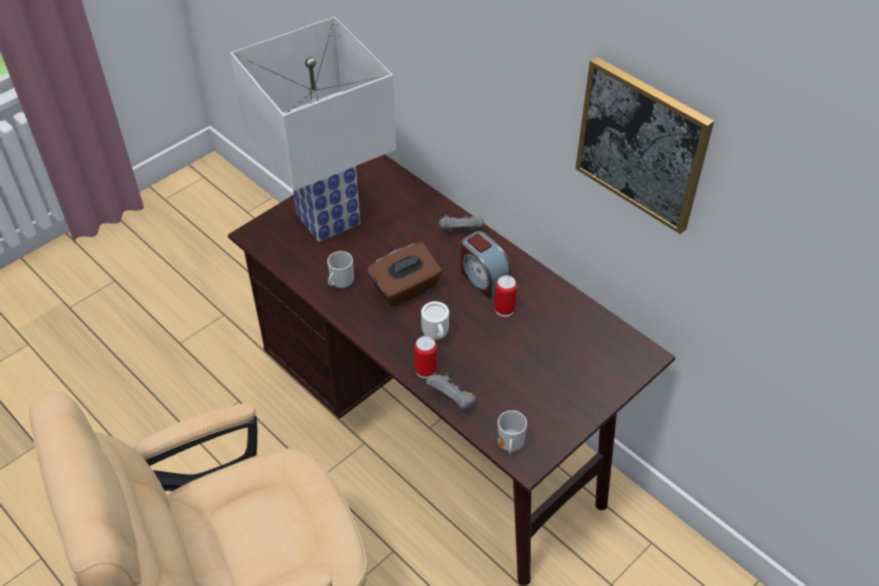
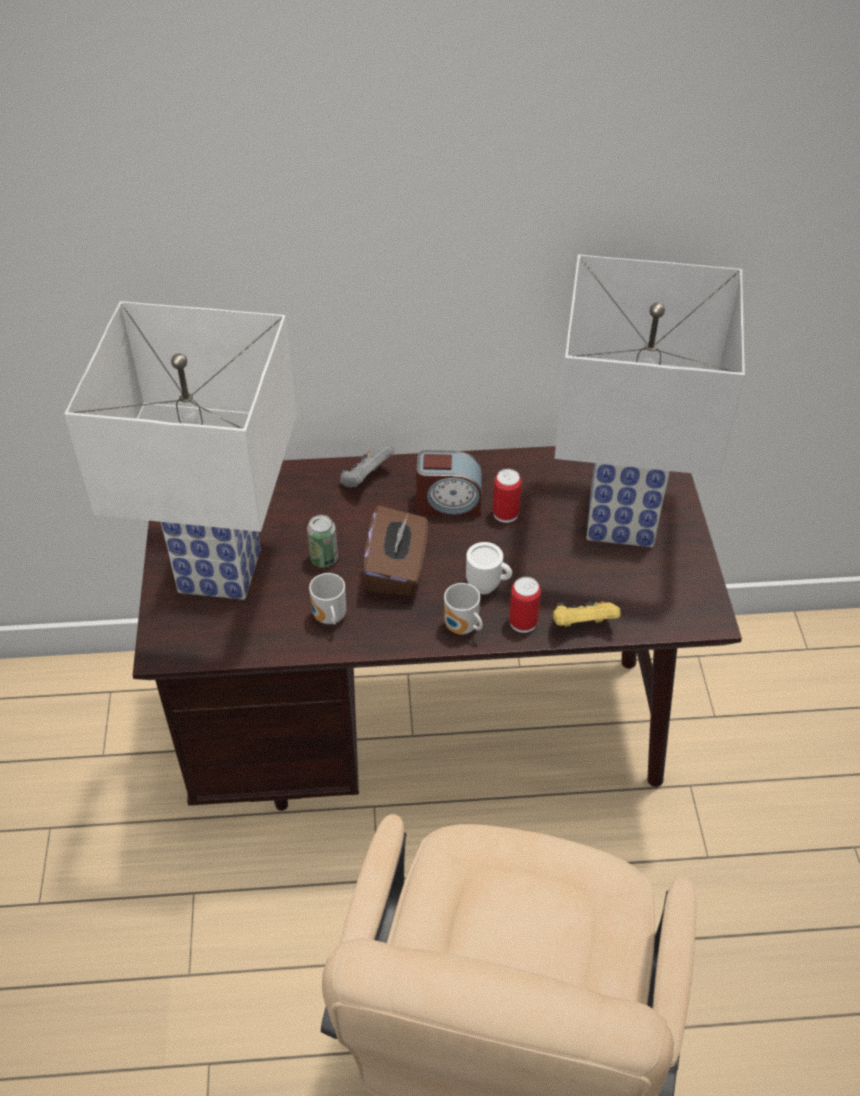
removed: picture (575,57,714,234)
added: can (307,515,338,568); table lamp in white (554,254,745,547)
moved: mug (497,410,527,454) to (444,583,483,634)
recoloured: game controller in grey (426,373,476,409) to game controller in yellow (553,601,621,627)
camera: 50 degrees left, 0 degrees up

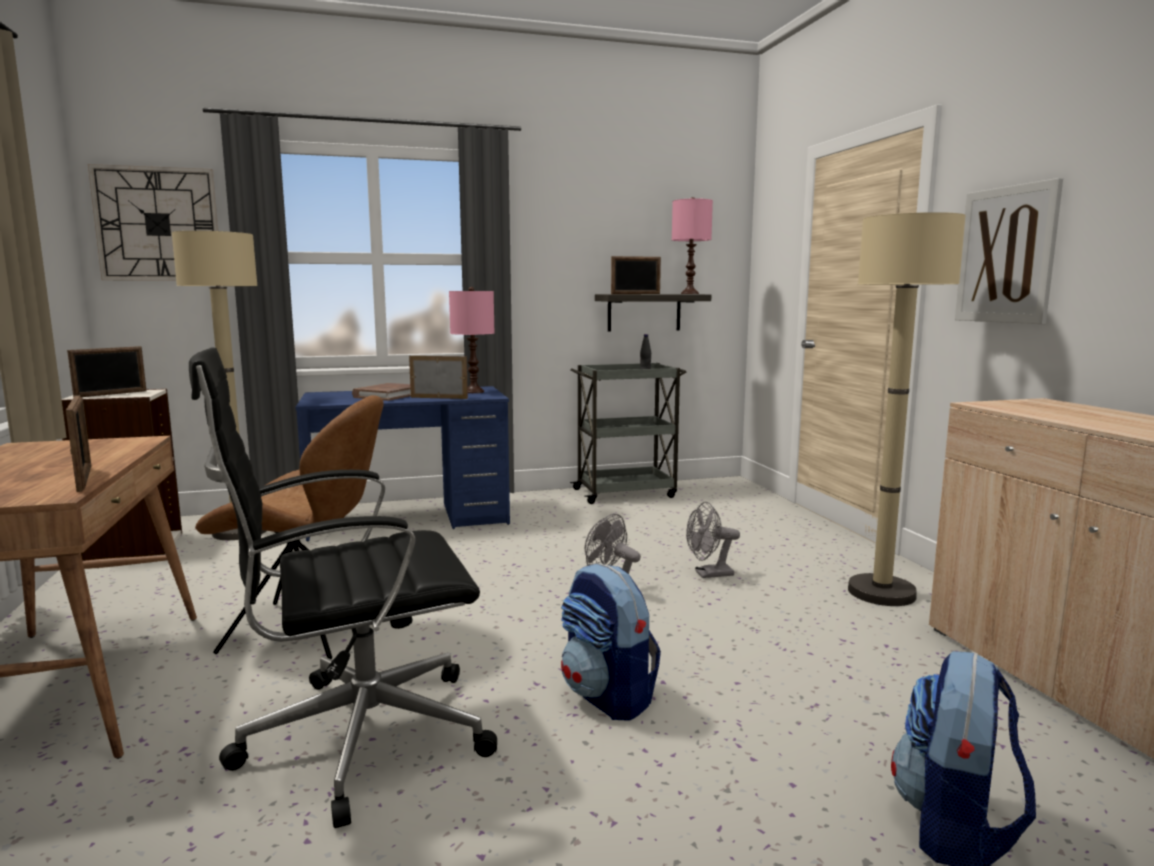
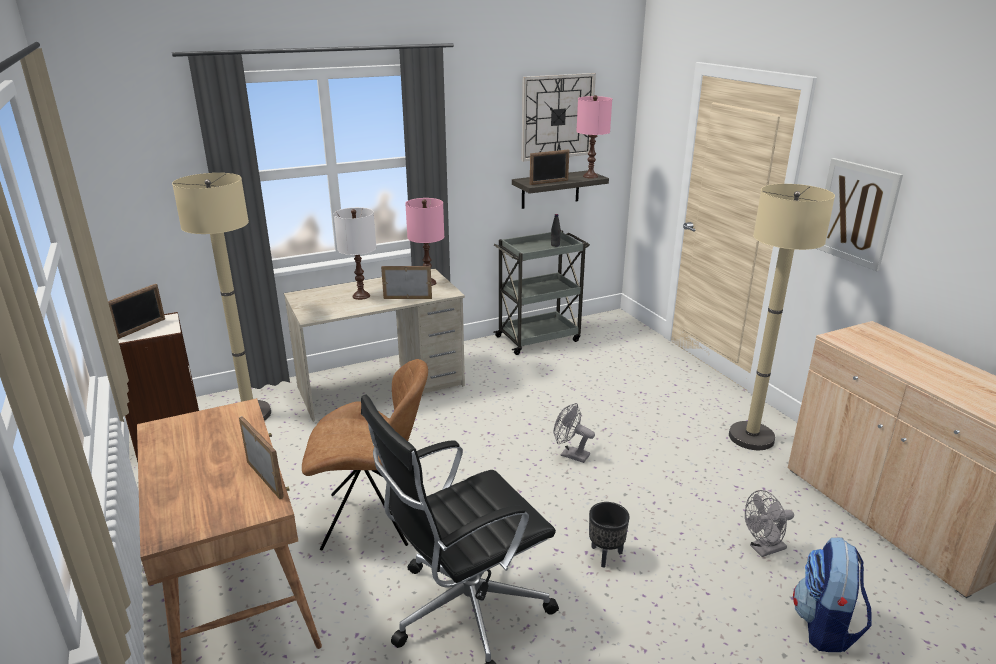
moved: wall clock (88,164,219,281) to (521,73,596,161); fan in grey (686,502,740,578) to (745,490,794,557)
replaced: book in brown (352,383,411,401) to table lamp in white (334,207,376,300); backpack (561,563,661,721) to planter in black (589,502,630,568)
recoloured: desk in blue (295,386,510,541) to desk in beige (284,269,465,422)
camera: 10 degrees left, 15 degrees up

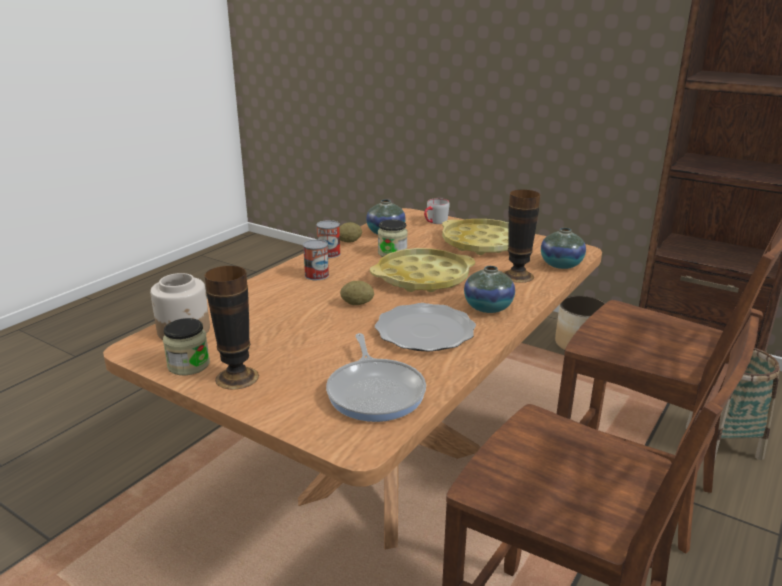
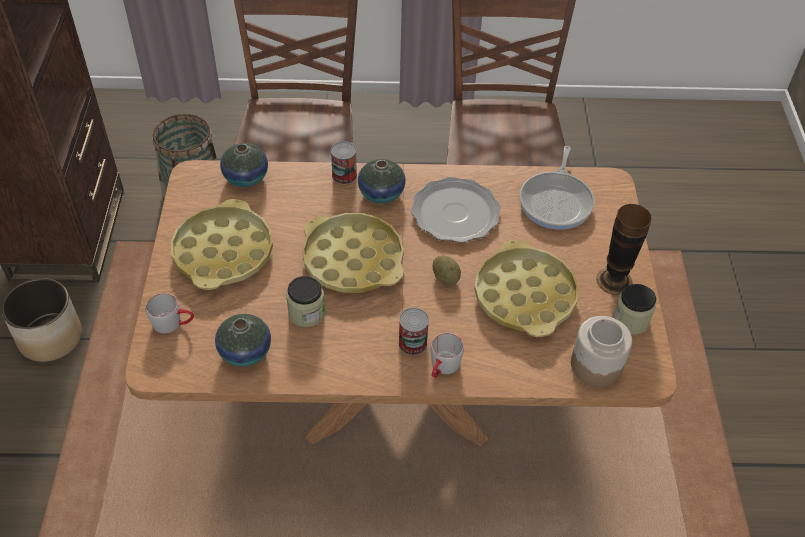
removed: potato (339,222,362,243); vase (503,189,540,283)
added: mug in grey (430,333,464,378); tray in yellow (474,240,579,337)
moved: can (316,220,341,258) to (331,141,357,185)
turned: frying pan (326,333,426,422) = (519,146,594,230) 150 degrees clockwise
camera: 125 degrees left, 25 degrees up

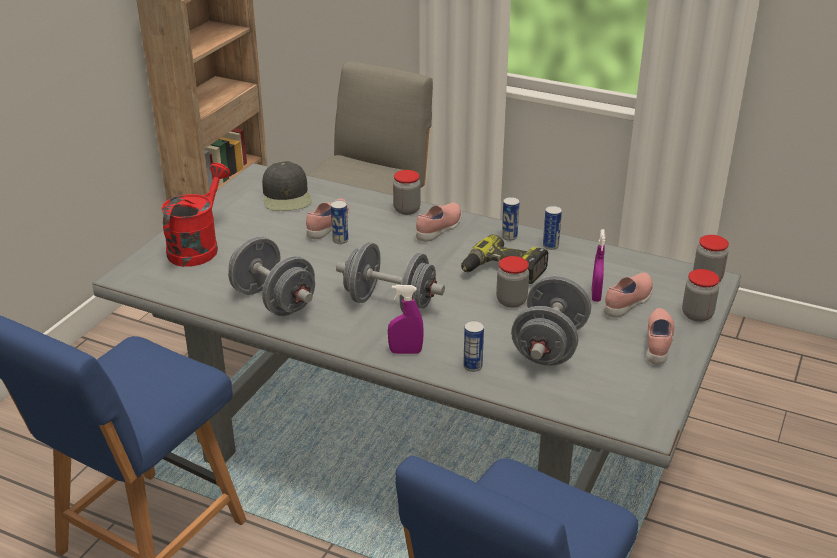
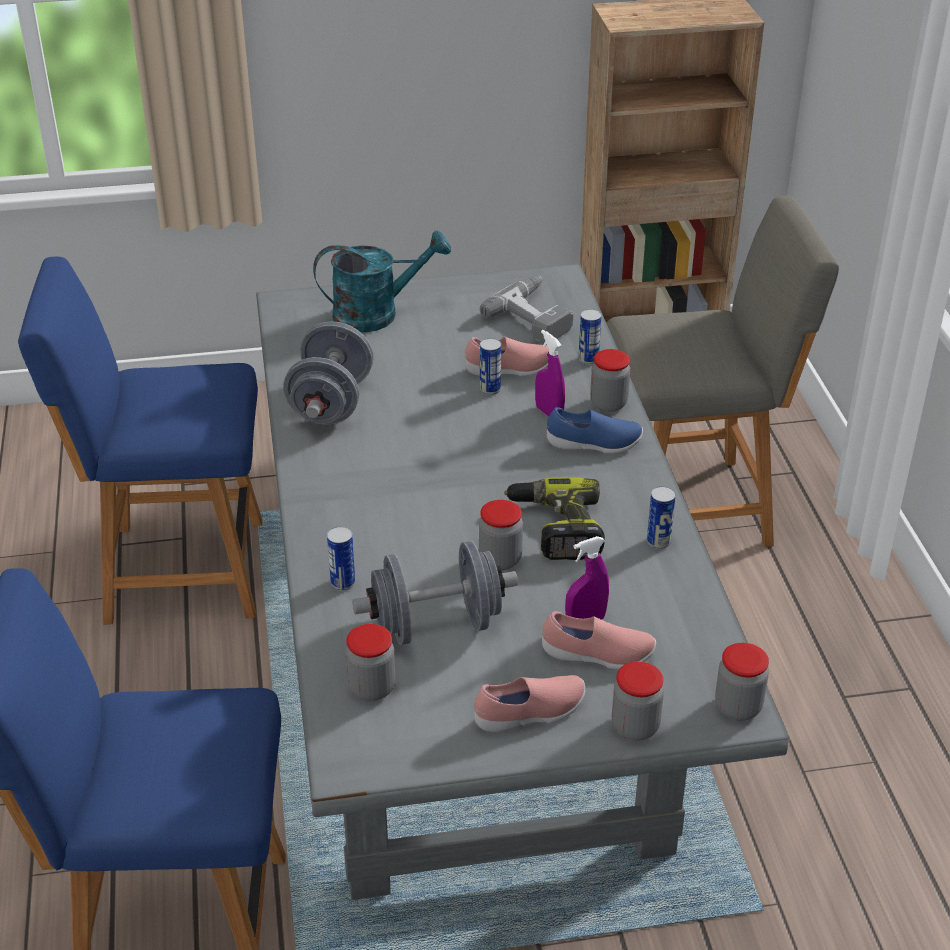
removed: dumbbell in grey (336,242,445,313)
added: jar (346,624,395,701)
moved: spray bottle in purple (388,285,424,354) to (535,330,565,417); can (502,197,520,241) to (579,309,602,365)
replaced: cap in black (262,161,312,211) to power drill (480,276,574,344)
recoloured: watering can in red (161,163,230,267) to watering can in turquoise (313,230,451,333); shoe in pink (416,202,462,242) to shoe in blue (547,407,643,453)
camera: 55 degrees right, 5 degrees up

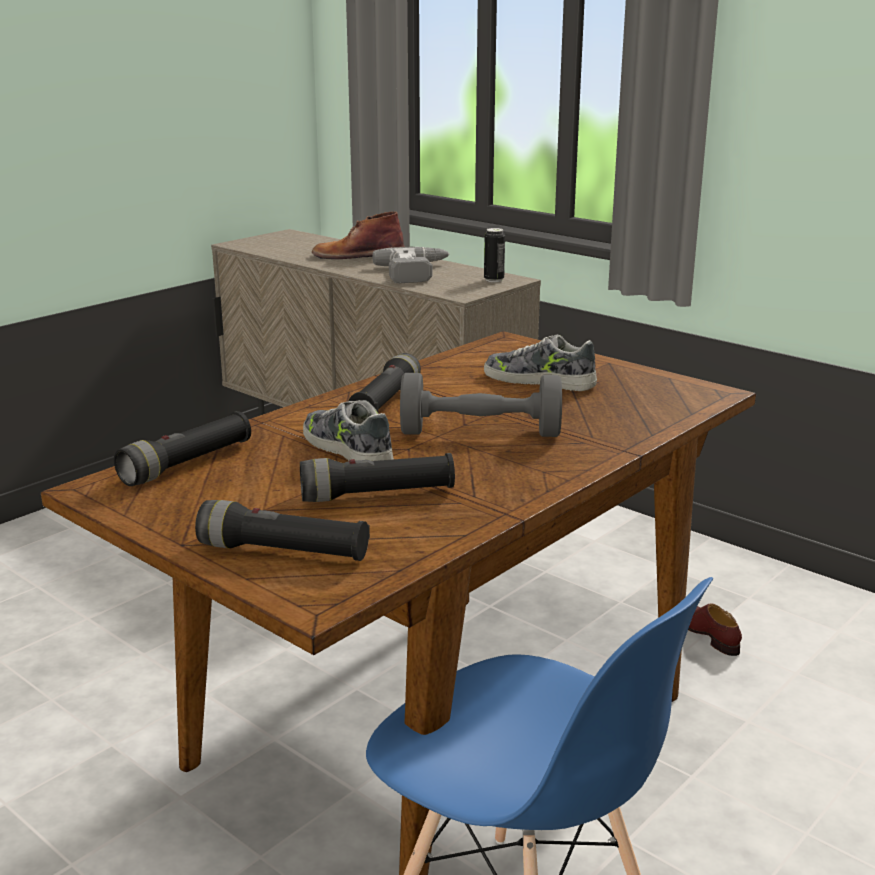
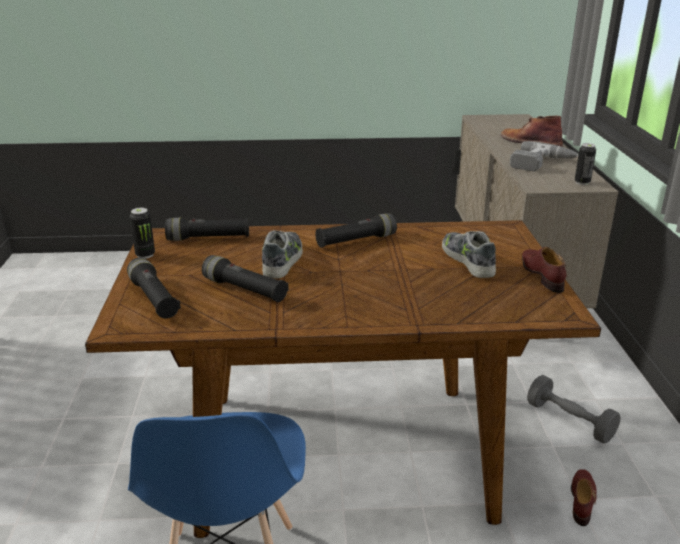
added: can (130,208,155,259); shoe in brown (522,247,566,293)
moved: dumbbell in grey (400,373,562,437) to (527,375,621,444)
camera: 45 degrees right, 5 degrees up

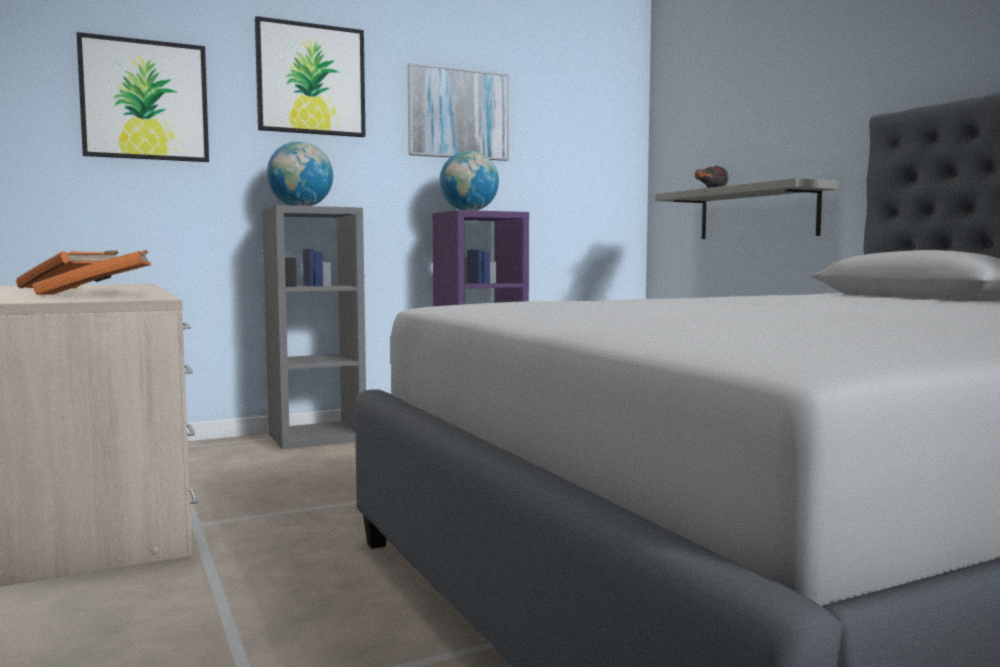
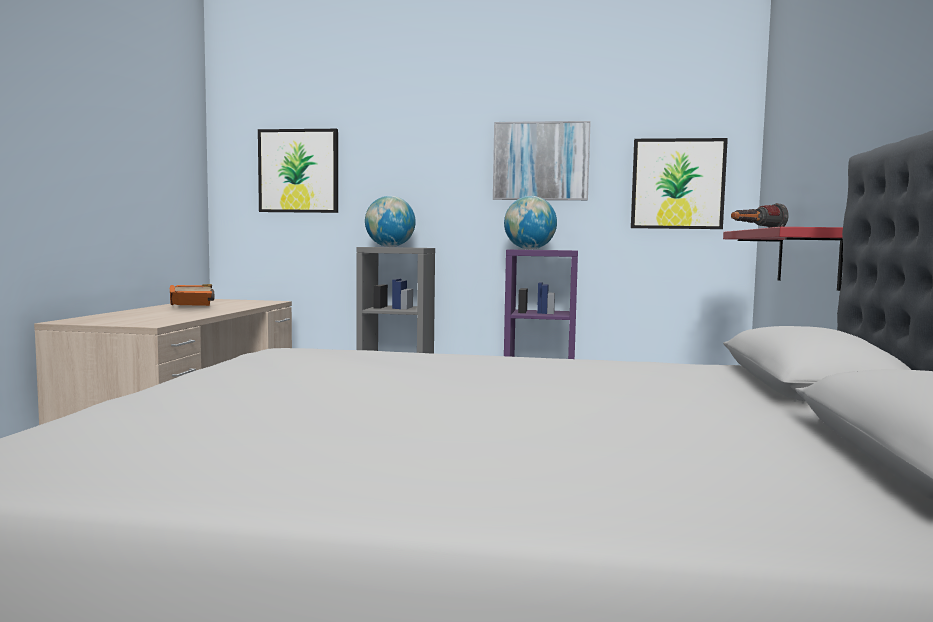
removed: book in orange (32,250,151,295)
moved: picture (255,16,365,137) to (631,138,728,229)
recoloured: shelf in grey (655,178,839,239) to shelf in red (723,227,843,291)
camera: 35 degrees right, 0 degrees up

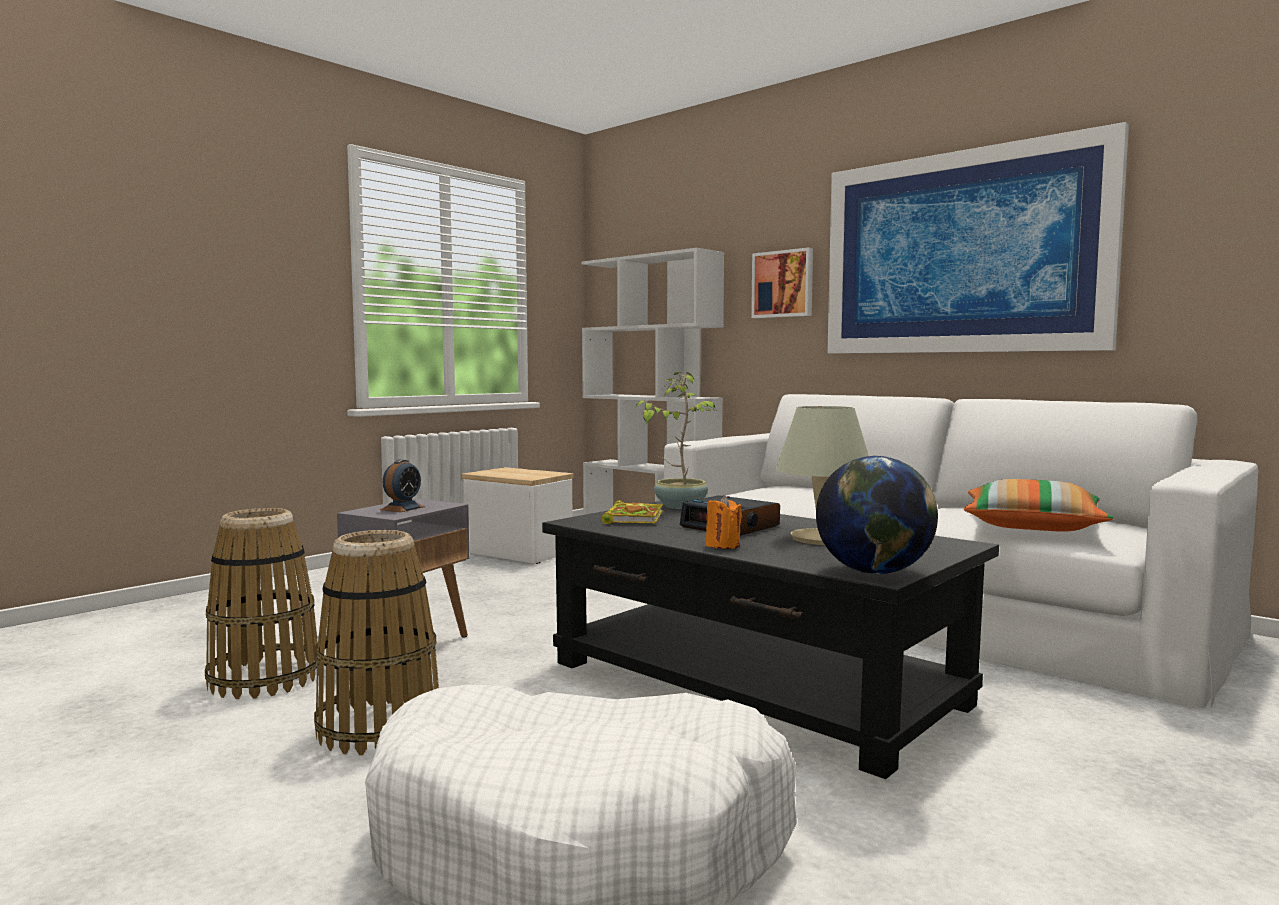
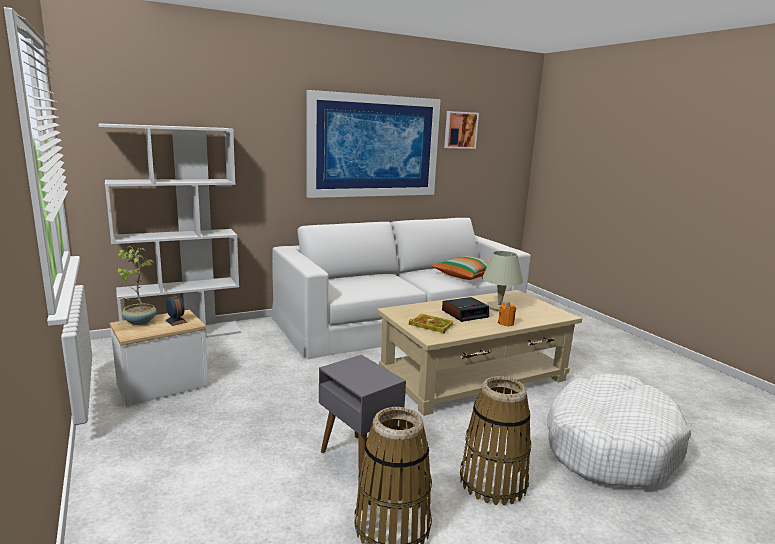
removed: globe (816,456,938,575)
moved: alarm clock (380,459,425,512) to (165,295,188,326); potted plant (635,372,716,509) to (116,246,156,325); picture (751,247,813,318) to (444,111,479,149)
recoloured: coffee table in black (542,501,999,779) to coffee table in beige (377,290,582,416)
camera: 70 degrees left, 10 degrees up

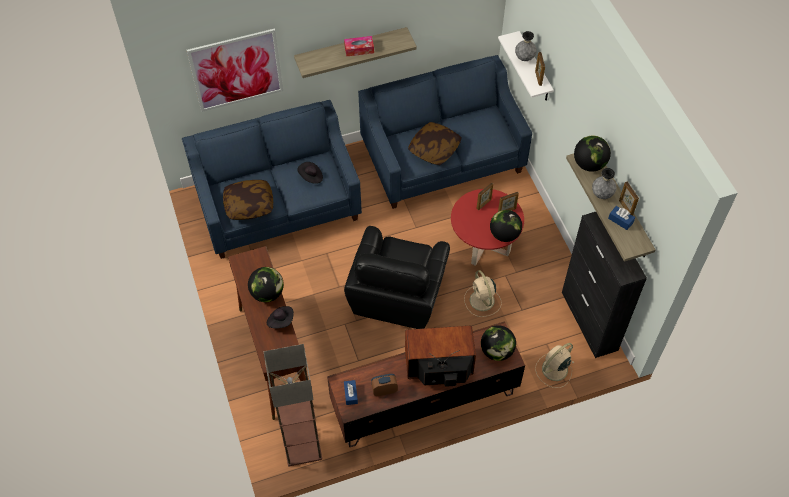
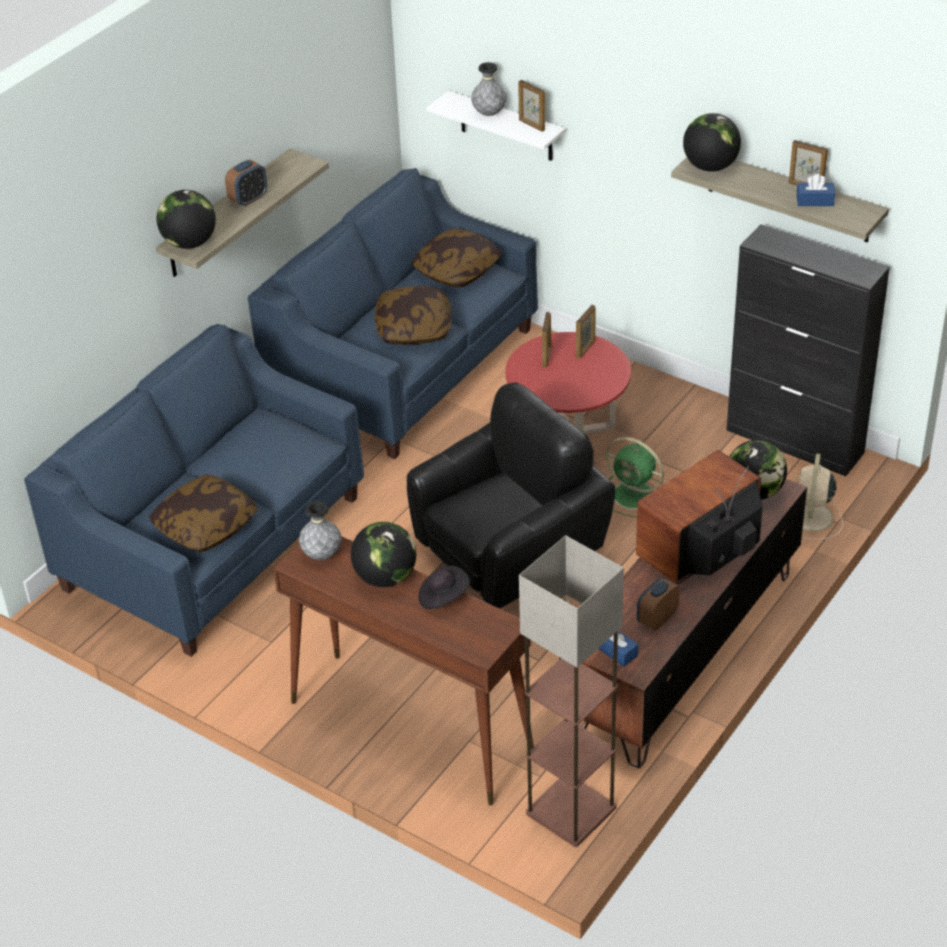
removed: picture (187,28,283,112); hat in black (297,162,323,184)
added: pillow (411,228,503,288)
moved: globe (490,210,522,242) to (157,190,216,249); vase in grey (592,168,616,199) to (299,501,341,560)
replaced: tissue box (344,36,374,56) to alarm clock (225,160,267,207)
recoloured: fan in beige (464,270,502,317) to fan in green (606,437,664,517)
turned: armchair in black (344,226,450,329) = (407,382,615,609) 105 degrees counterclockwise
camera: 35 degrees left, 15 degrees down

